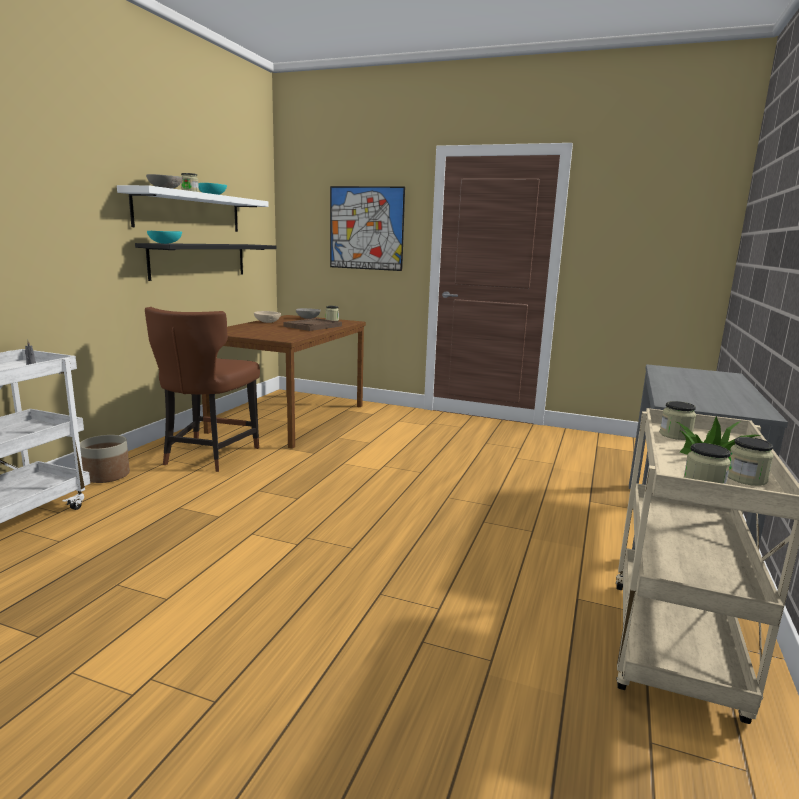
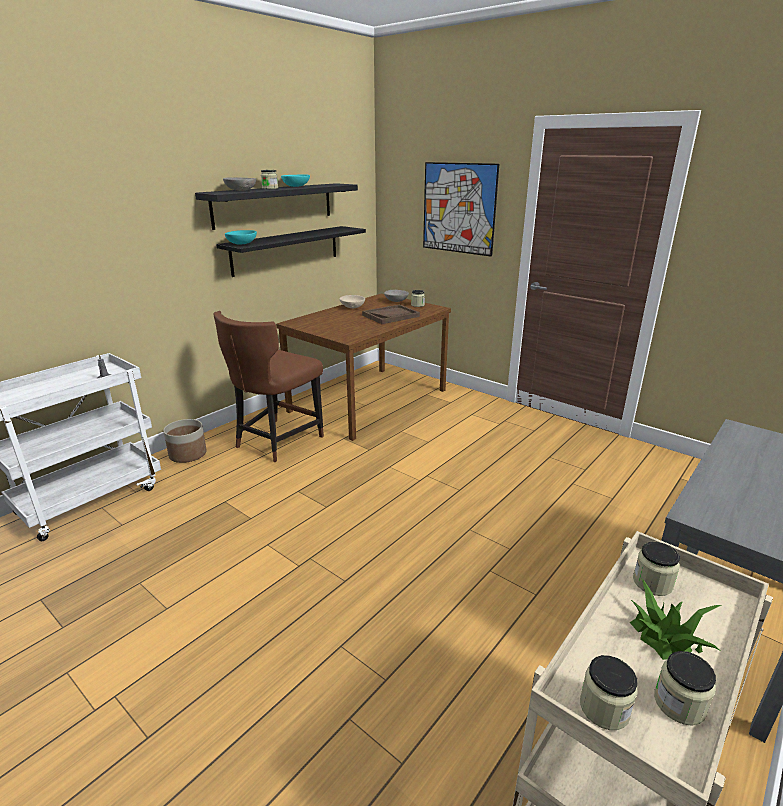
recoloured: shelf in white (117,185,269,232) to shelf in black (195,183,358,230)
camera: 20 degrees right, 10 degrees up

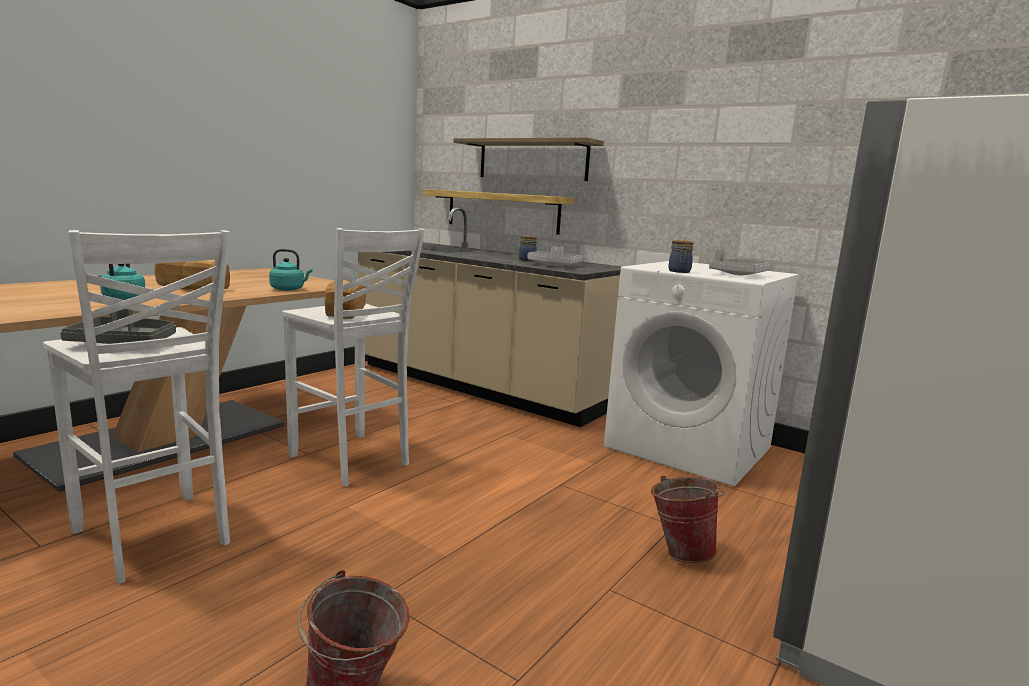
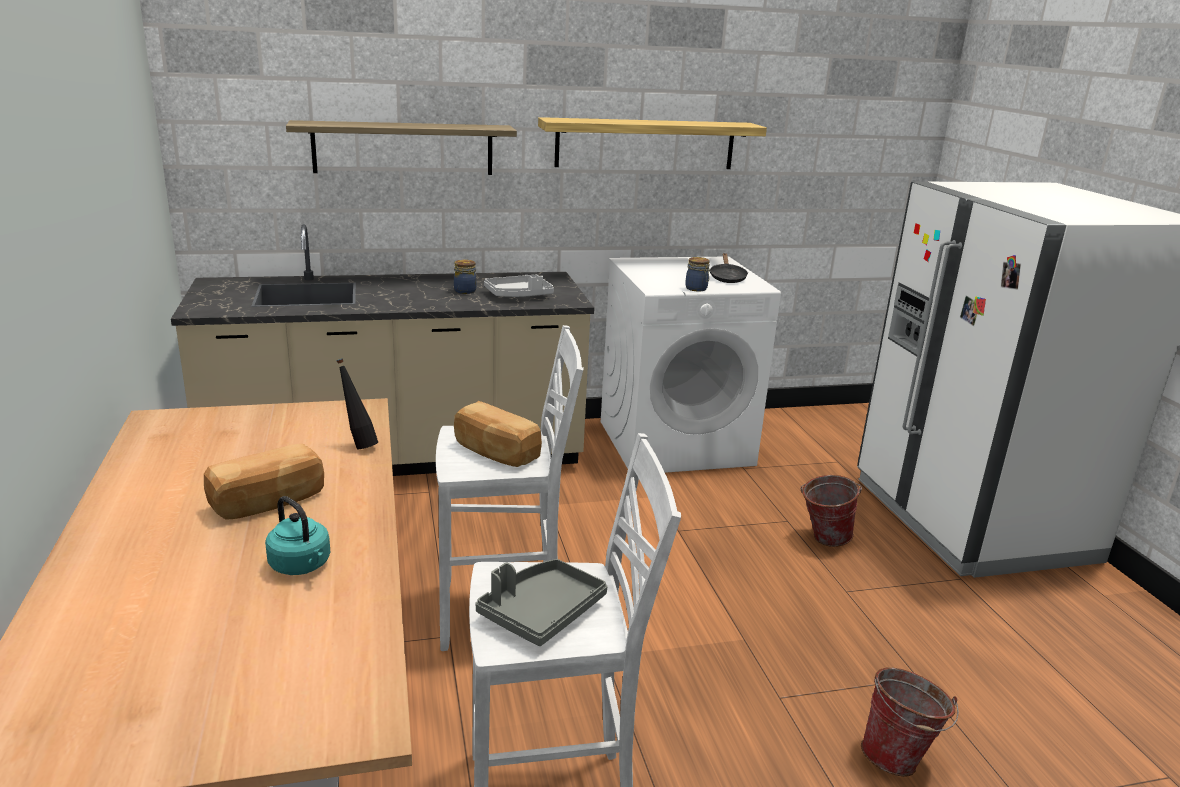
moved: shelf (423,189,574,235) to (538,117,767,169)
replaced: kettle in turquoise (269,249,312,291) to bottle in black (336,359,378,449); tray in grey (709,249,771,275) to frying pan in black (710,253,748,283)
camera: 50 degrees left, 10 degrees up

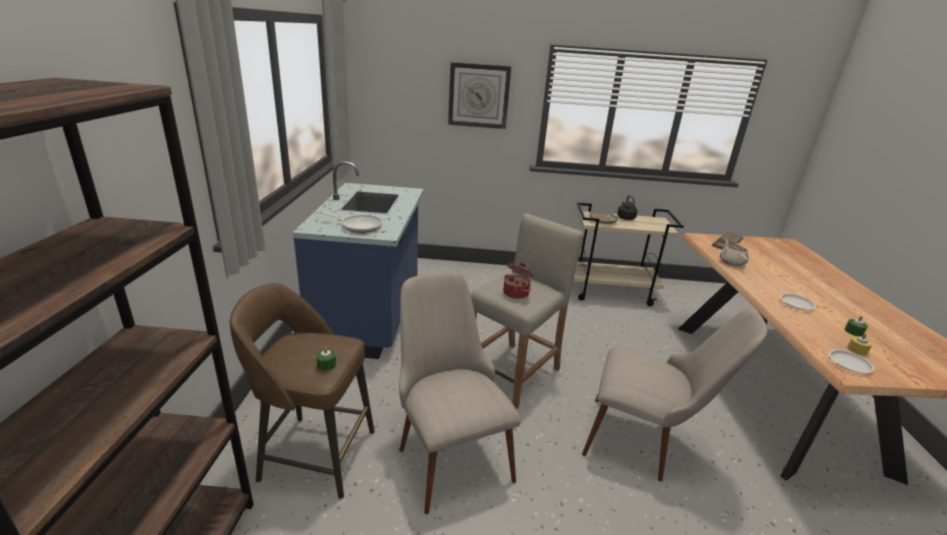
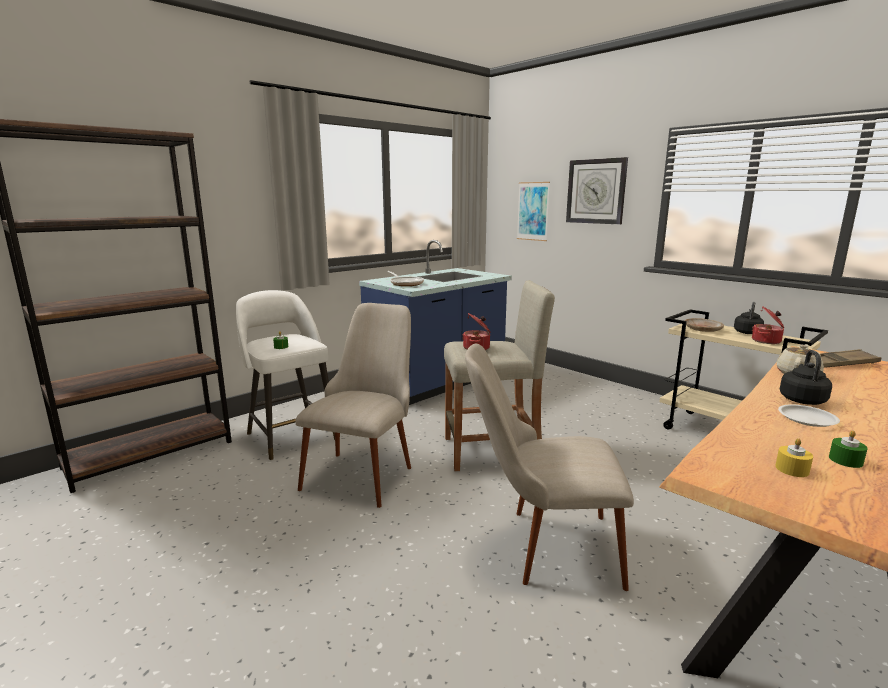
removed: plate in white (829,349,875,373)
added: picture (517,182,550,241); cooking pot (752,307,784,344); kettle in black (780,350,832,405)
recoloured: stool in brown (229,283,375,499) to stool in white (236,290,335,460)
turned: chair in beige (582,308,767,481) = (465,344,634,591) 120 degrees clockwise
camera: 45 degrees right, 10 degrees down

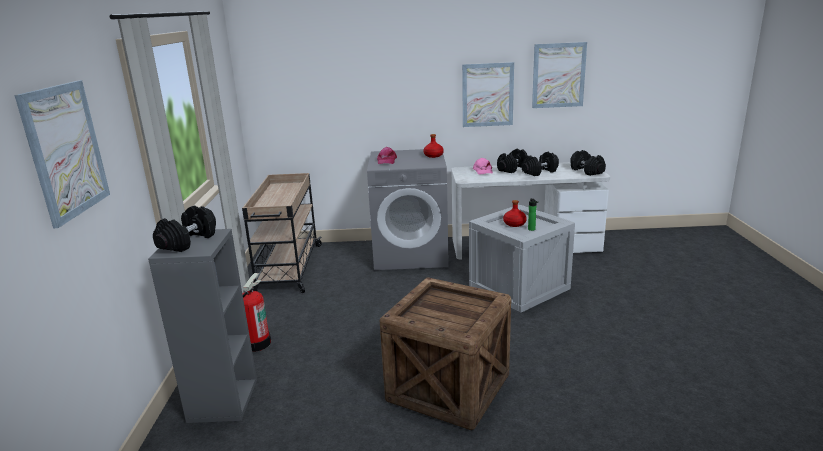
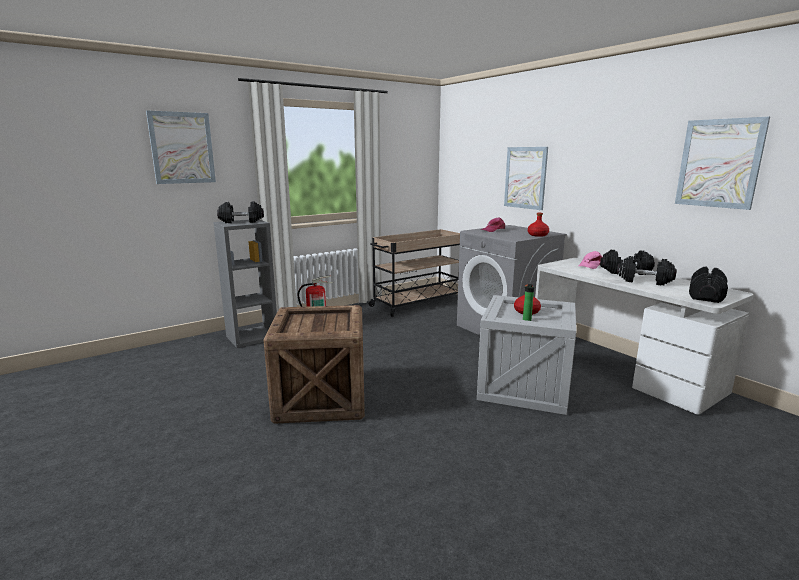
moved: picture (462,62,514,127) to (504,147,548,210)
camera: 55 degrees right, 5 degrees down

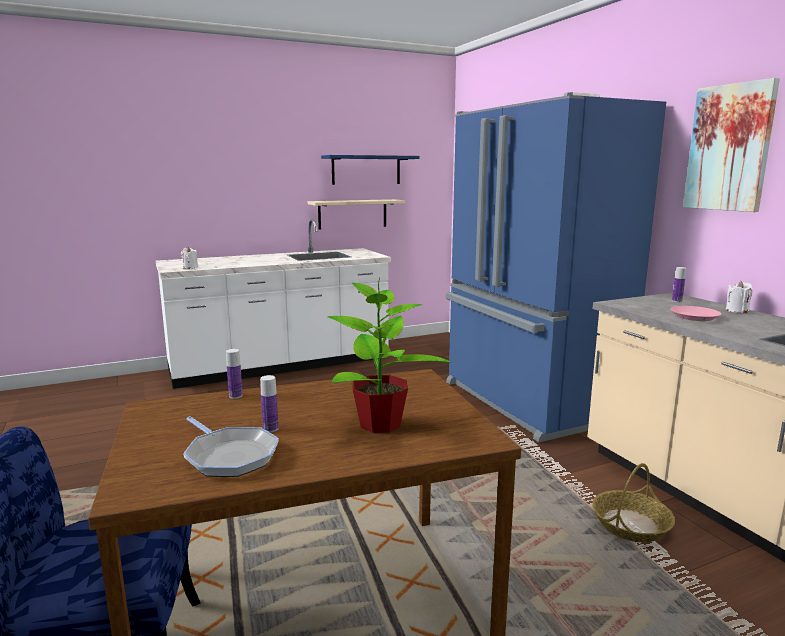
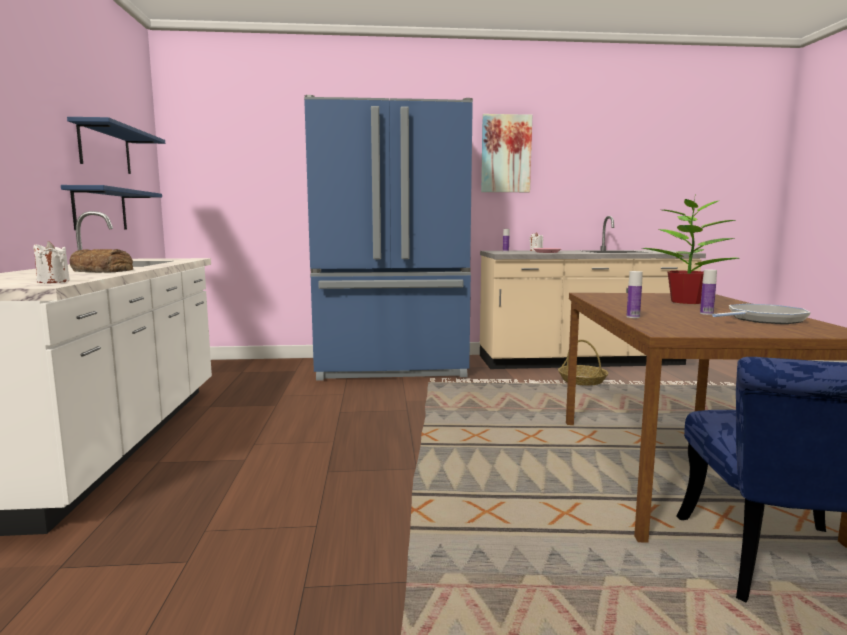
added: bread (70,249,133,273)
recoloured: shelf in beige (308,199,406,230) to shelf in blue (61,185,162,230)
camera: 70 degrees left, 5 degrees down

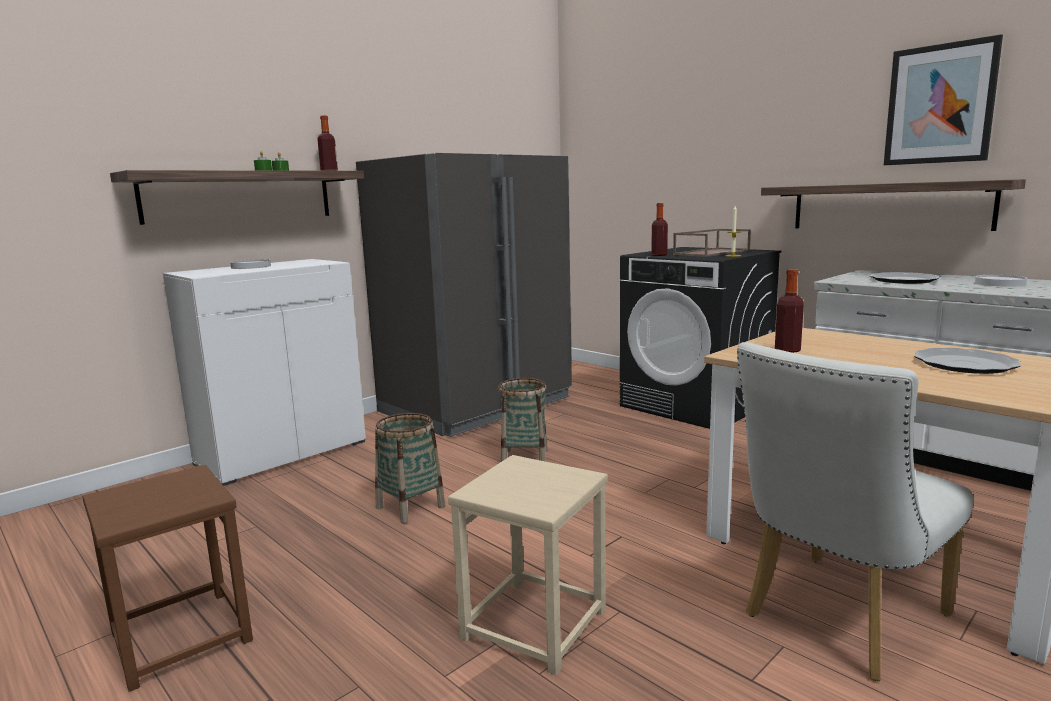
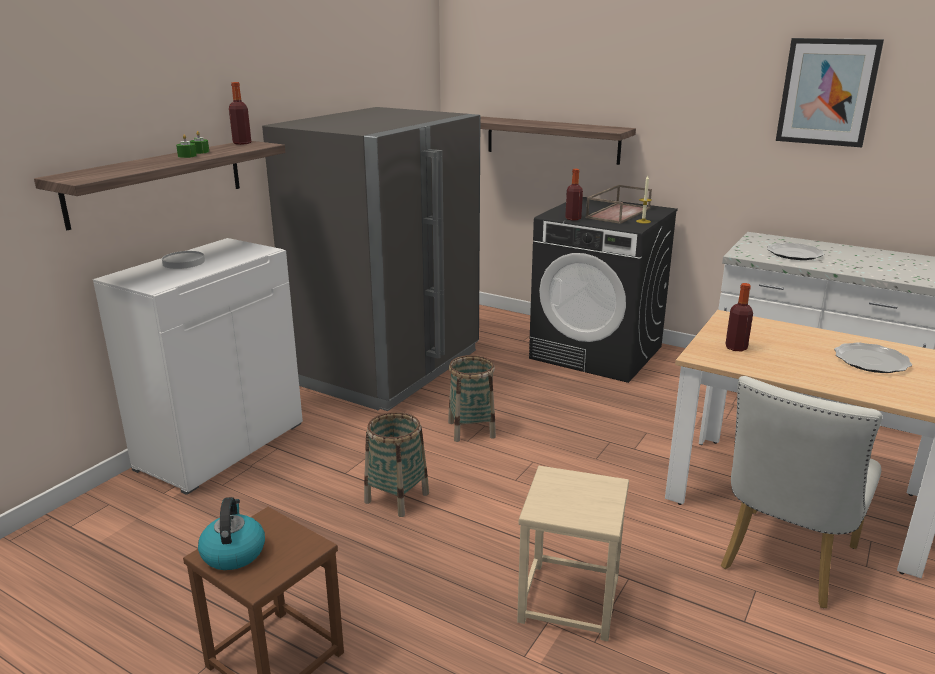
removed: plate in white (975,275,1027,287)
added: kettle (198,497,265,570)
moved: shelf (761,179,1026,231) to (480,116,636,165)
camera: 15 degrees left, 10 degrees up

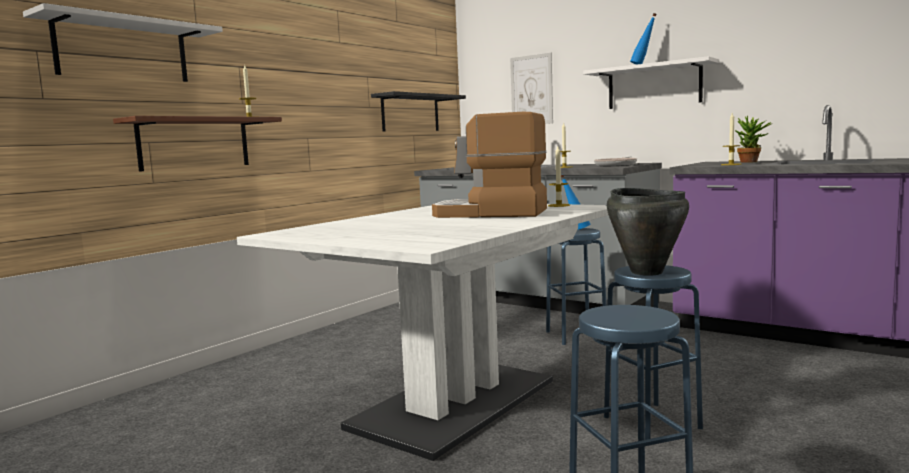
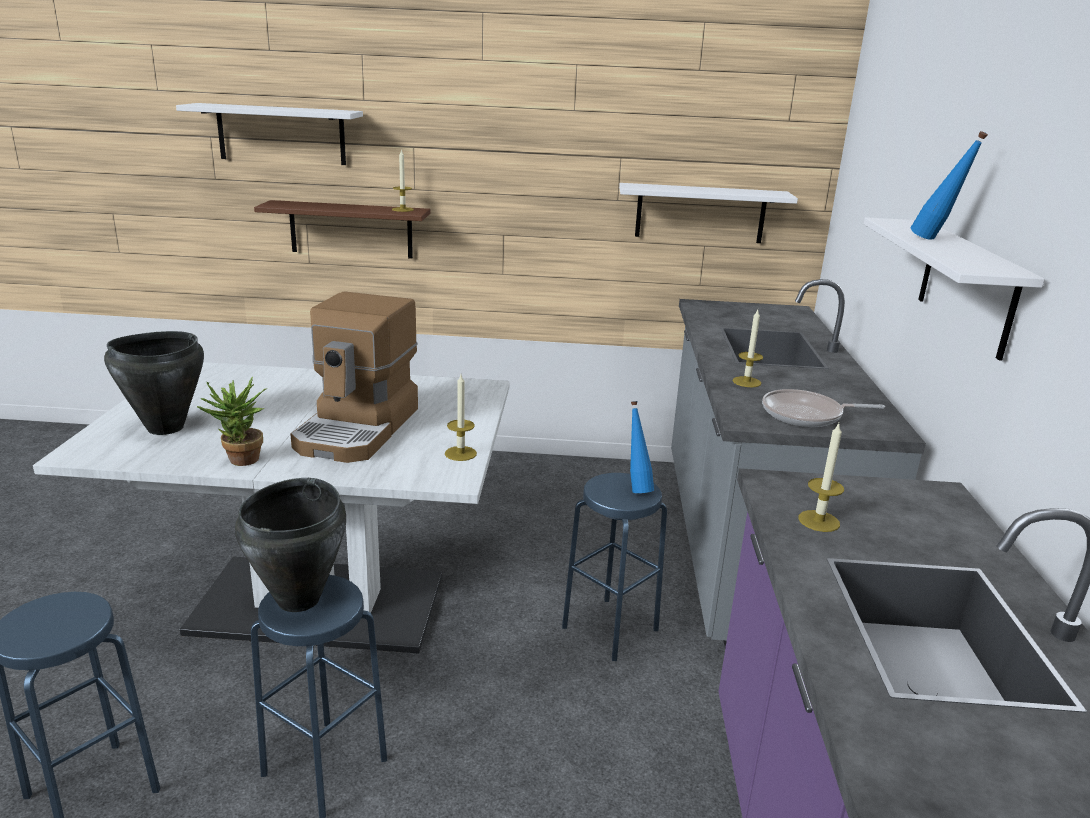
removed: picture (510,53,553,124)
added: cooking pot in black (104,331,204,435)
moved: potted plant (735,116,772,163) to (197,377,267,466)
recoloured: shelf in black (371,91,466,132) to shelf in white (619,183,798,243)
turned: coffee machine (432,112,547,218) = (290,291,418,463) 150 degrees counterclockwise
camera: 55 degrees right, 15 degrees up

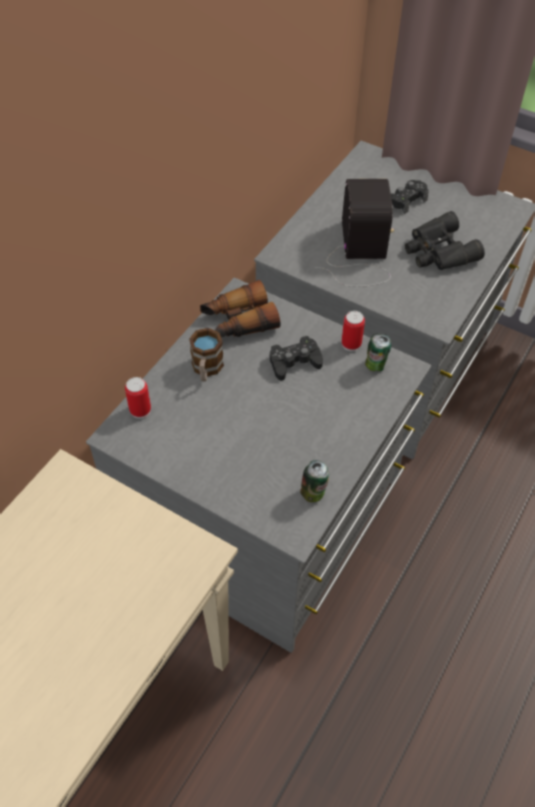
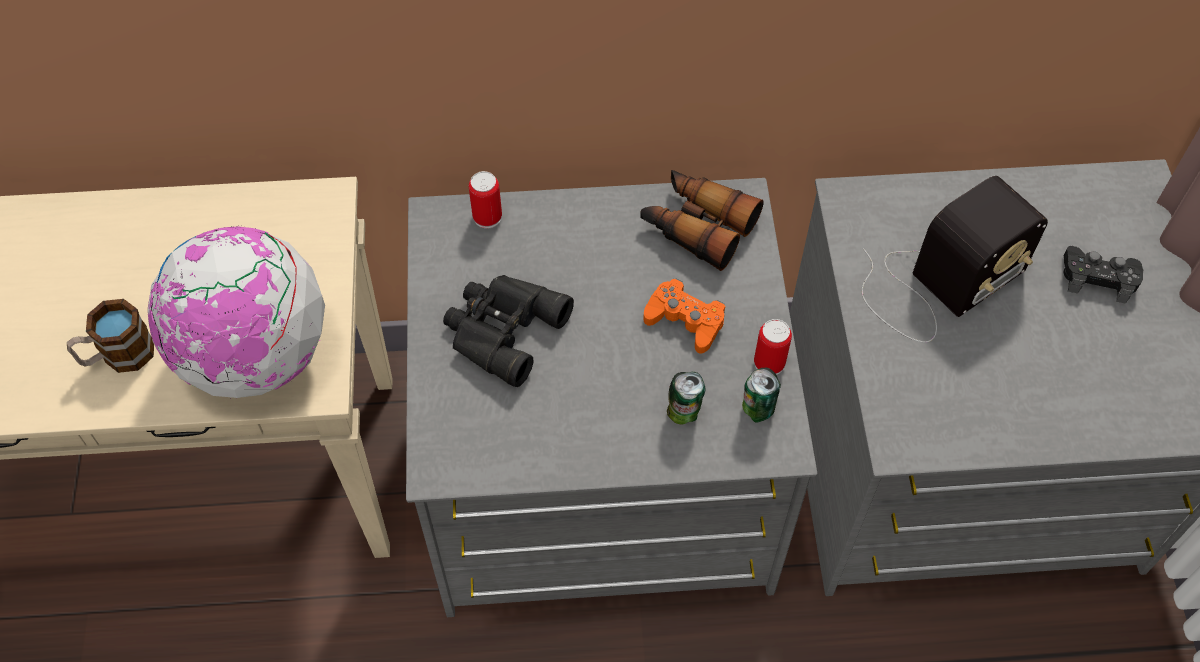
added: globe (148,226,325,398)
moved: mug (189,328,224,382) to (67,299,154,373); can (300,460,329,502) to (667,371,706,425); binoculars in black (405,211,485,270) to (443,275,574,387)
recoloured: game controller in black (270,336,323,381) to game controller in orange (643,279,725,354)
camera: 55 degrees right, 5 degrees up

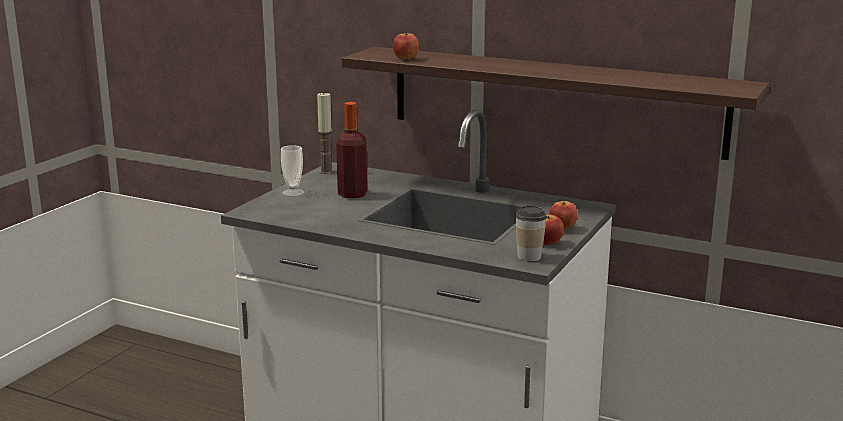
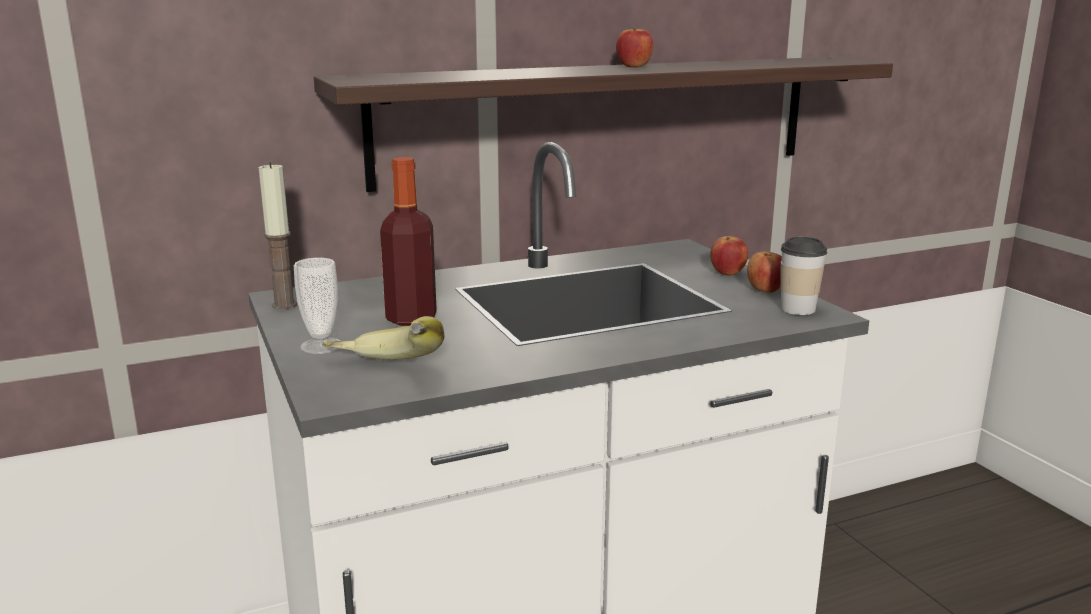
added: banana (322,316,444,360)
moved: apple (393,33,419,60) to (616,29,654,68)
camera: 50 degrees left, 0 degrees up

